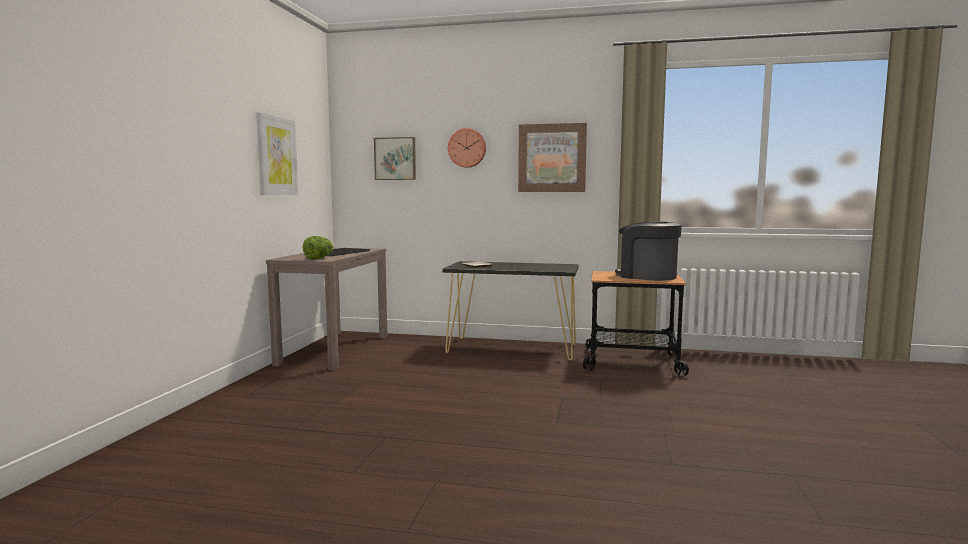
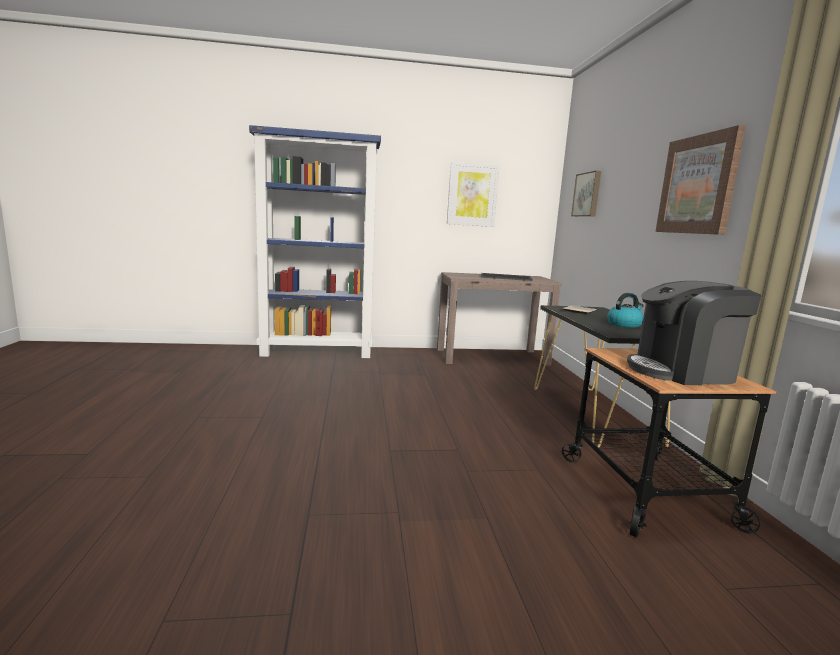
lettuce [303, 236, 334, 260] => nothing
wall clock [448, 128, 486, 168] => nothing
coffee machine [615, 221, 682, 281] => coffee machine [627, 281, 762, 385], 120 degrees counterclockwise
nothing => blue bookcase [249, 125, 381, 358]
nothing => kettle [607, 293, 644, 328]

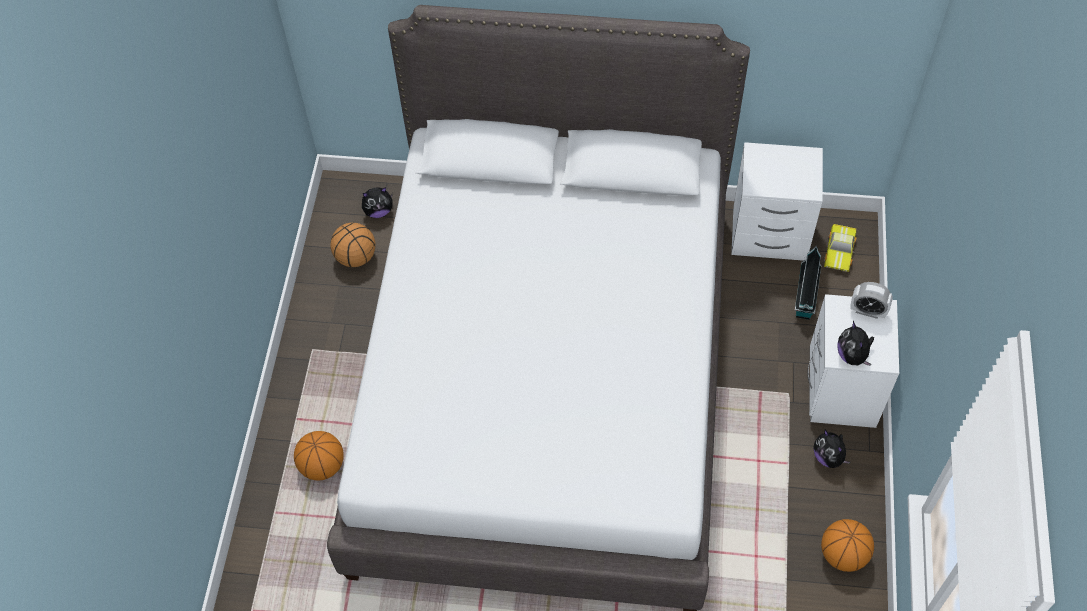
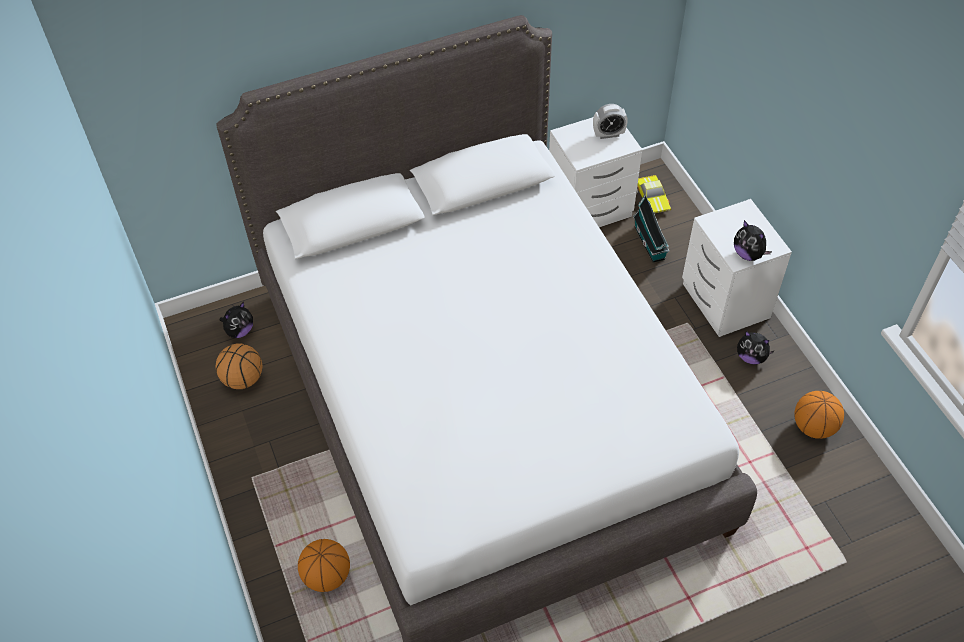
alarm clock [851, 282, 893, 319] => alarm clock [593, 104, 628, 139], shifted

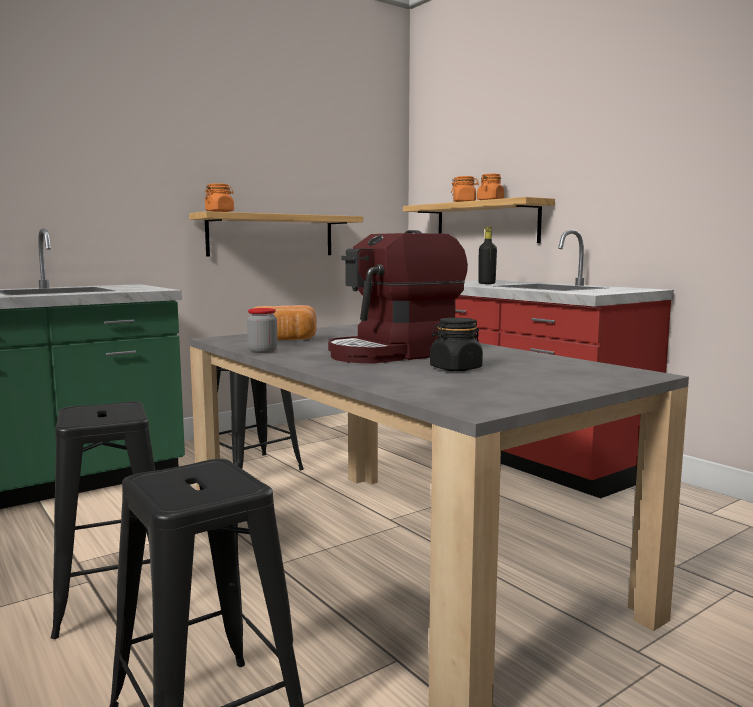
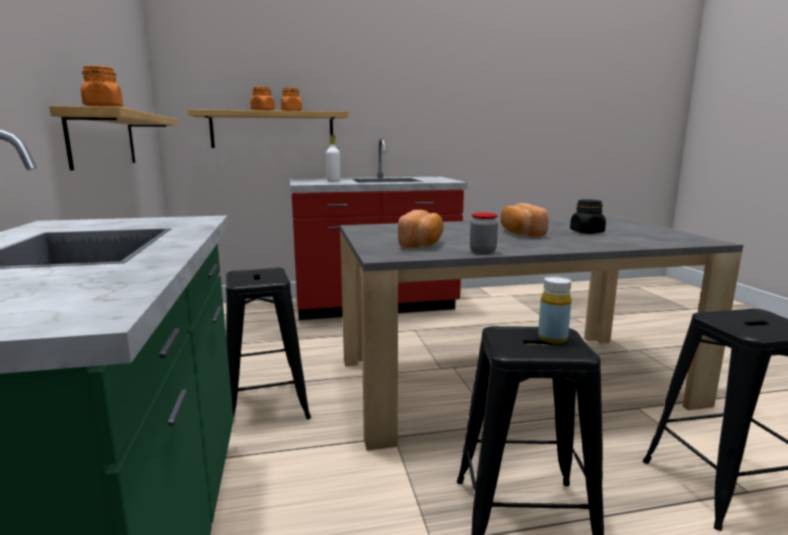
coffee machine [328, 230, 468, 363] => bread [501, 203, 549, 237]
black bottle [478, 227, 497, 284] => white bottle [326, 135, 340, 182]
nothing => yellow bottle [538, 276, 571, 344]

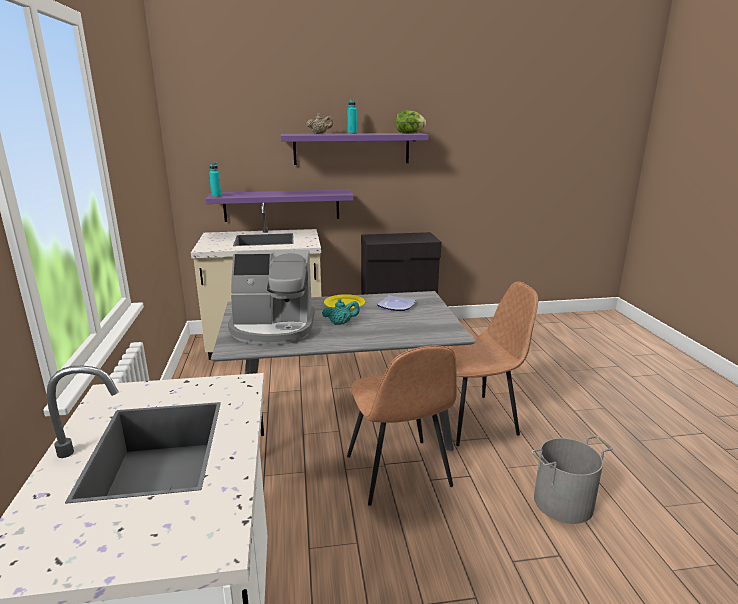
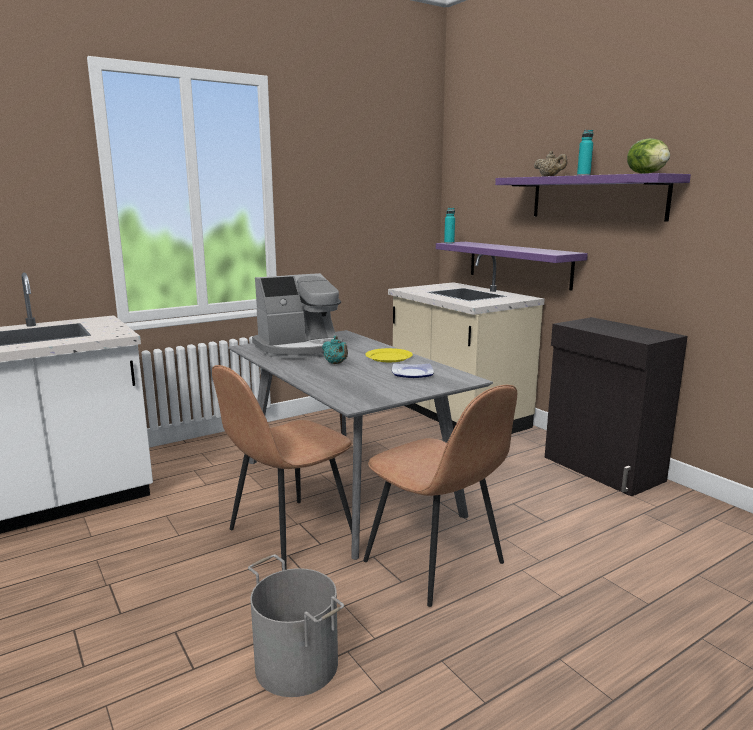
coffee machine [228, 250, 315, 345] => coffee machine [252, 273, 343, 359], 90 degrees counterclockwise

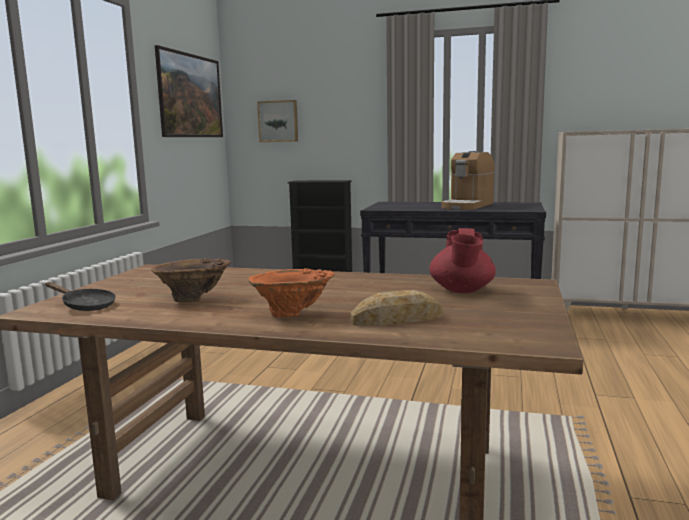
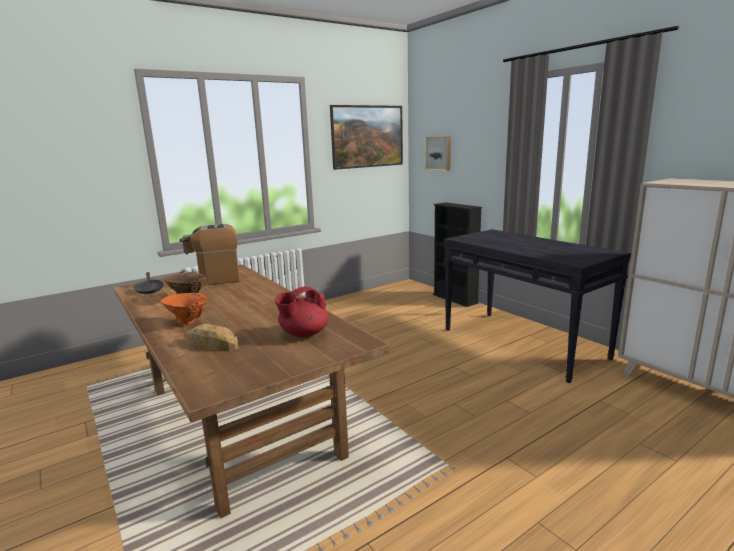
coffee machine [442, 151, 495, 210] => coffee machine [180, 224, 240, 286], shifted

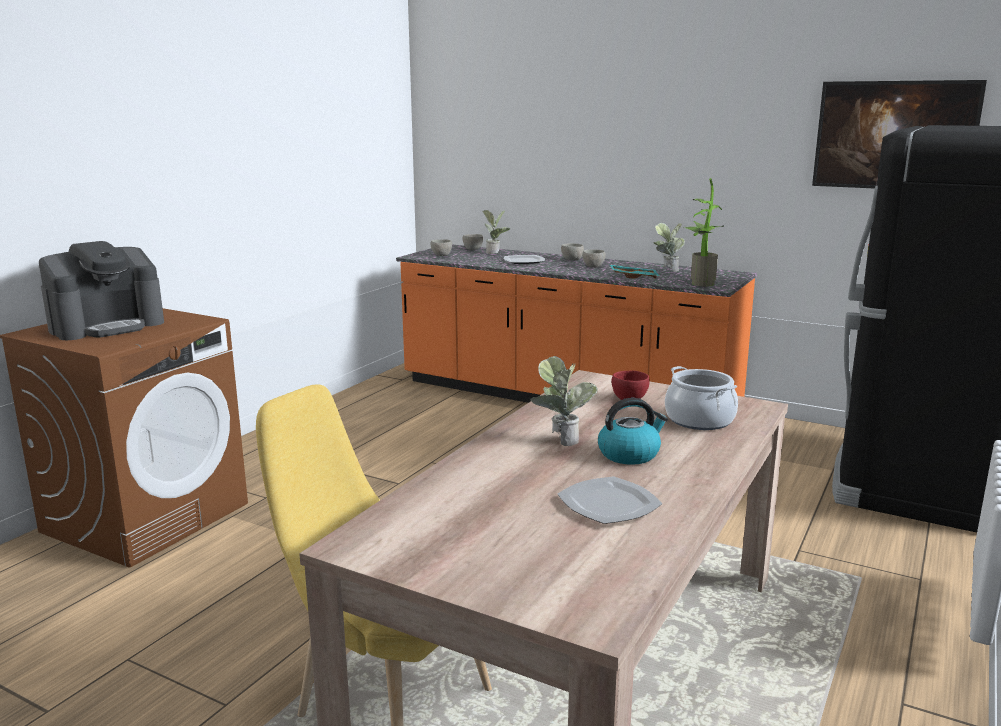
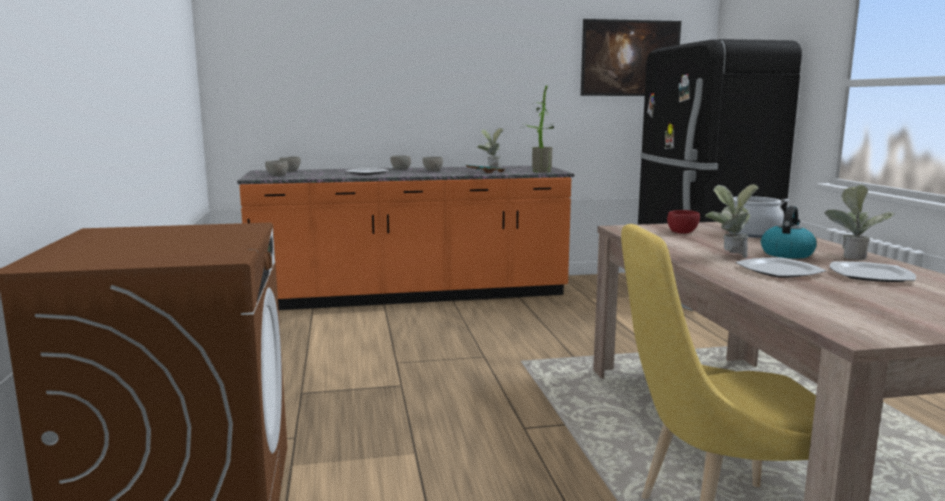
coffee machine [39, 241, 164, 340] => nothing
potted plant [482, 210, 510, 254] => potted plant [824, 184, 894, 260], shifted
nothing => plate [736, 258, 826, 278]

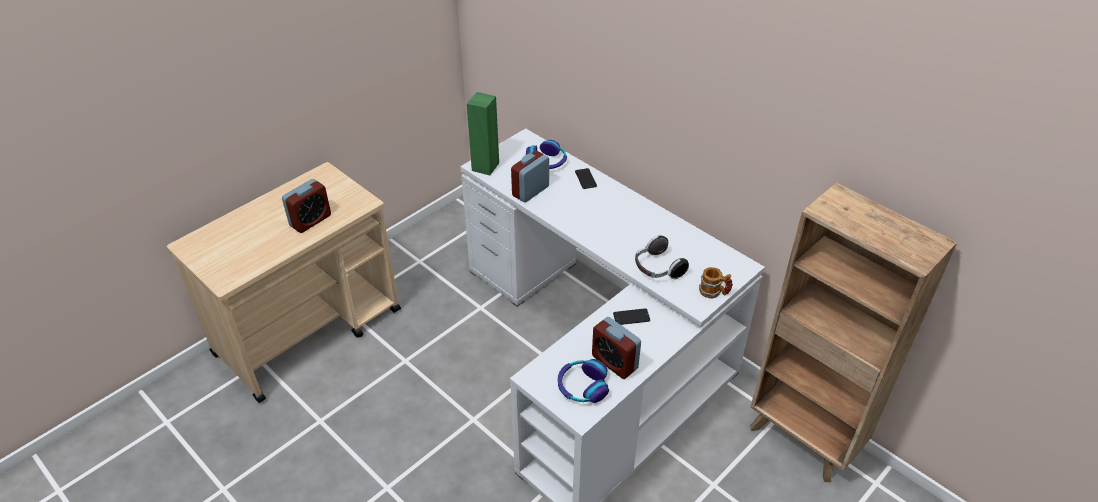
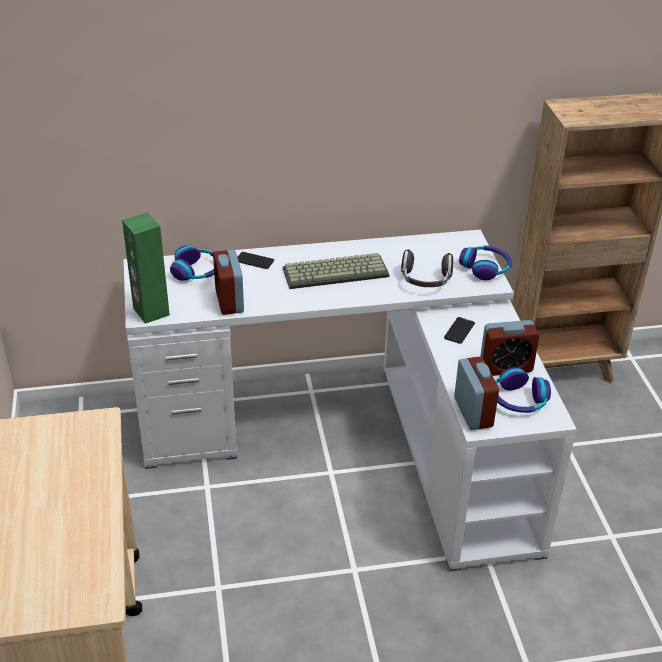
alarm clock [282, 179, 331, 233] => alarm clock [454, 357, 499, 430], shifted
mug [699, 267, 733, 299] => headphones [459, 246, 512, 280]
nothing => keyboard [283, 253, 389, 289]

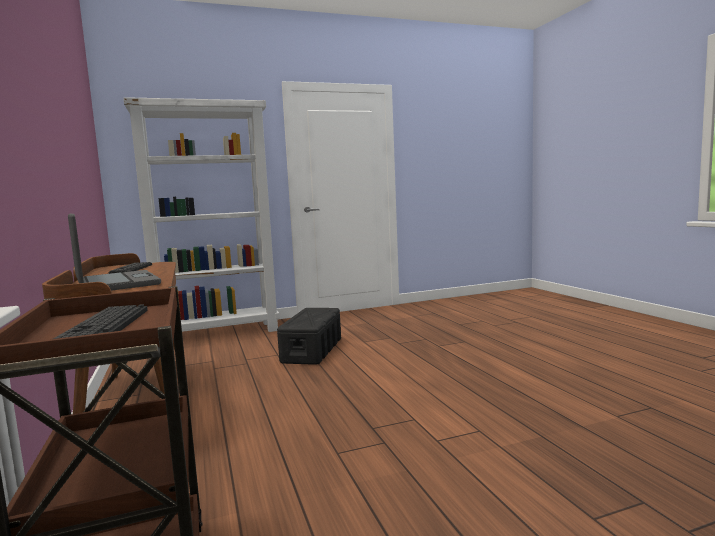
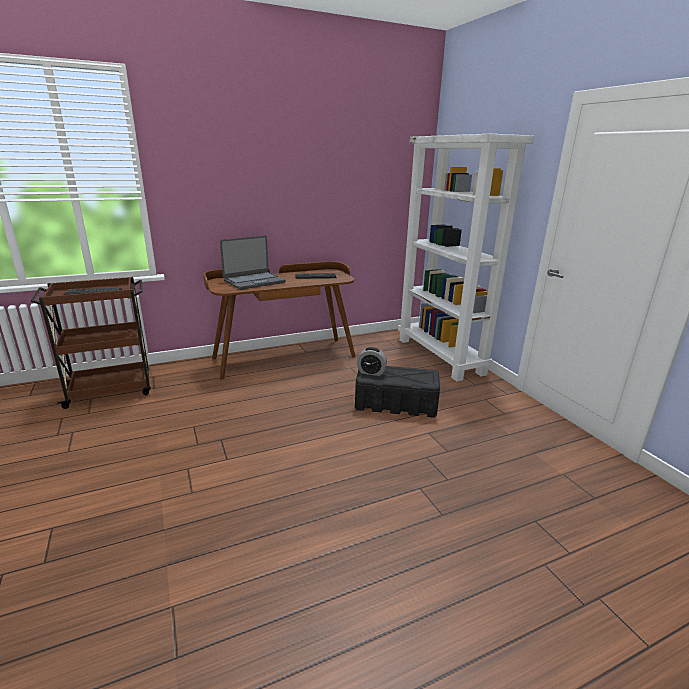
nothing => alarm clock [357, 347, 387, 376]

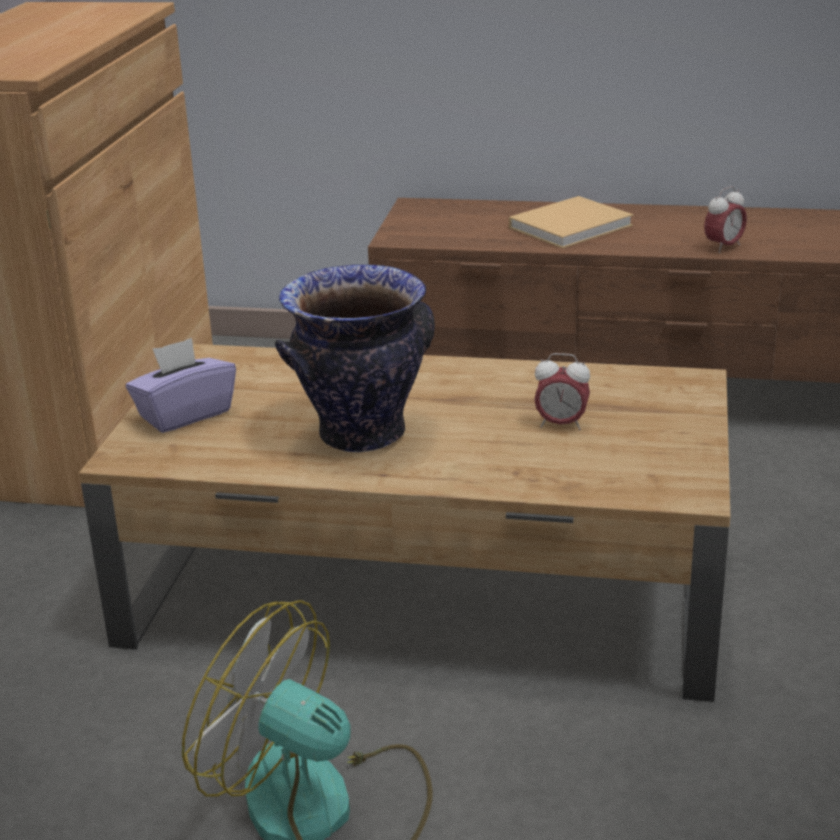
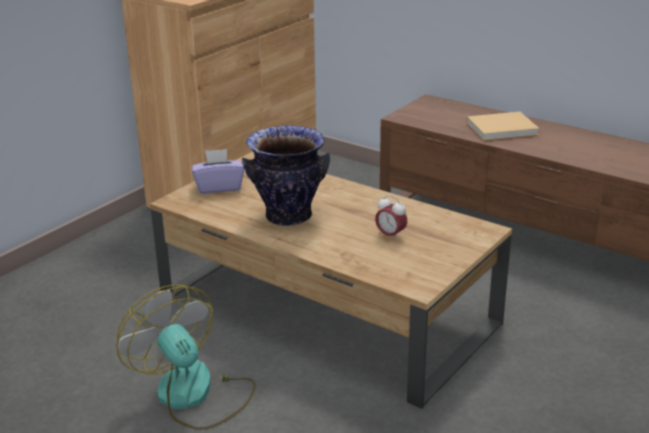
alarm clock [704, 186, 747, 253] => nothing

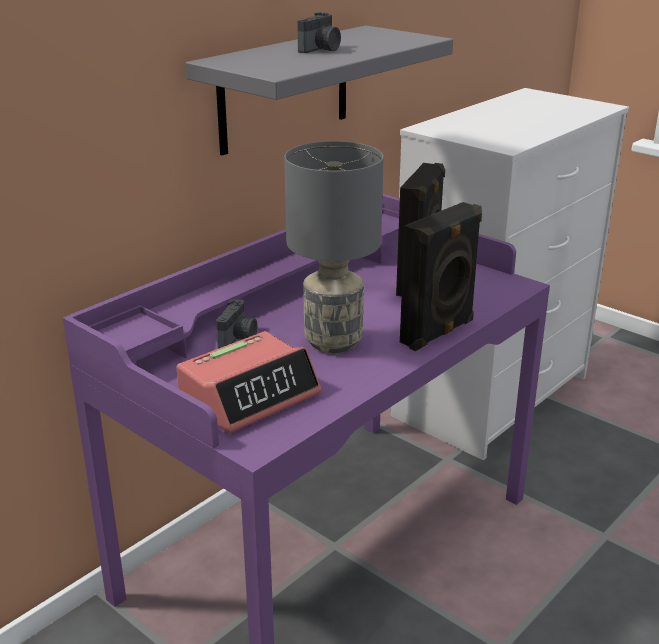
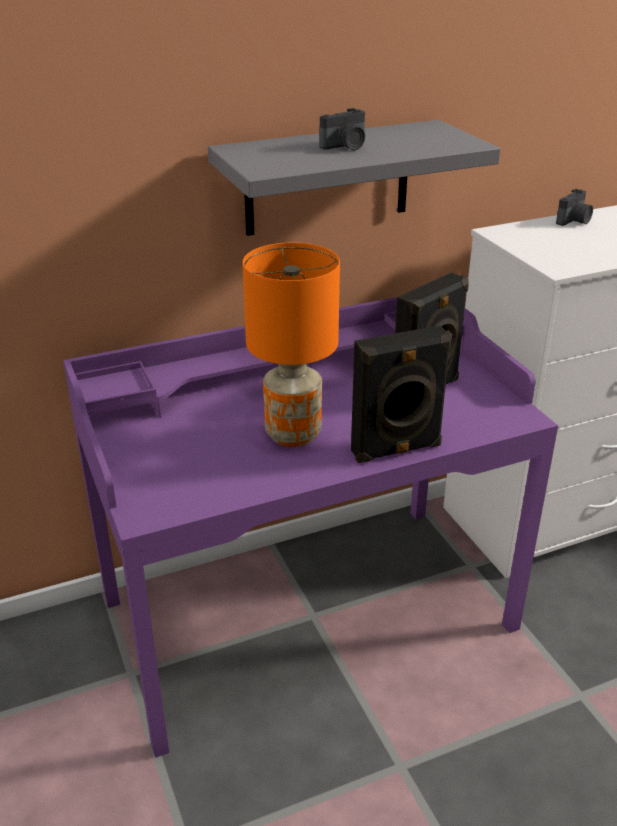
alarm clock [177, 331, 321, 433] => nothing
photo camera [216, 299, 257, 348] => photo camera [556, 189, 593, 226], shifted
grey table lamp [284, 141, 384, 353] => orange table lamp [242, 243, 340, 447]

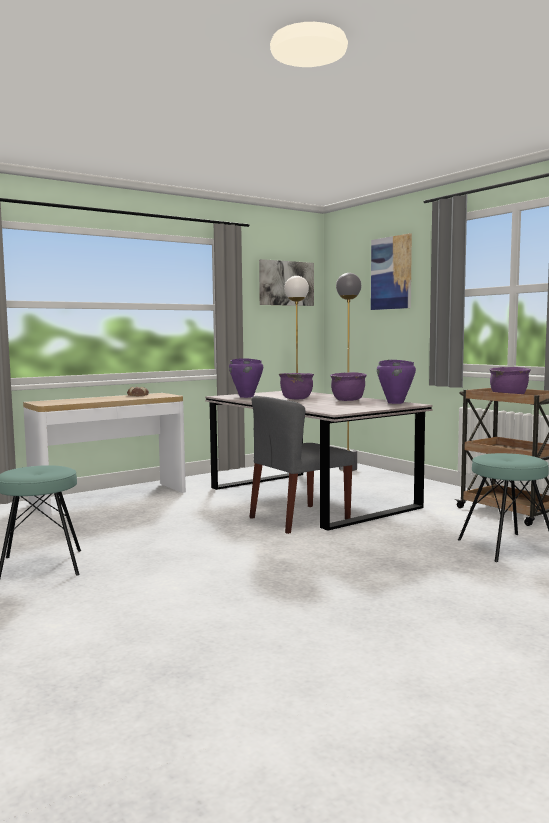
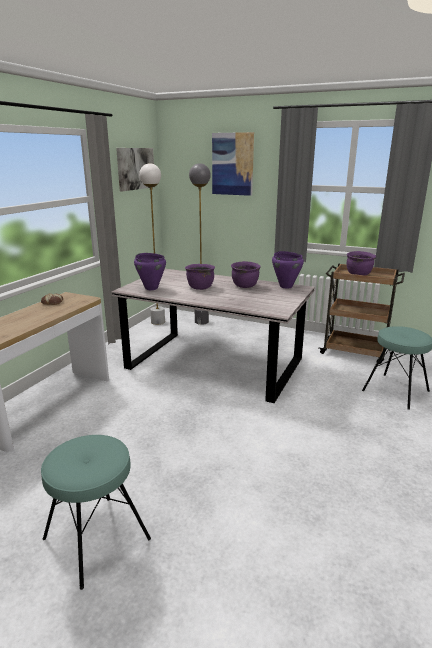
grey chair [249, 396, 355, 534] => nothing

